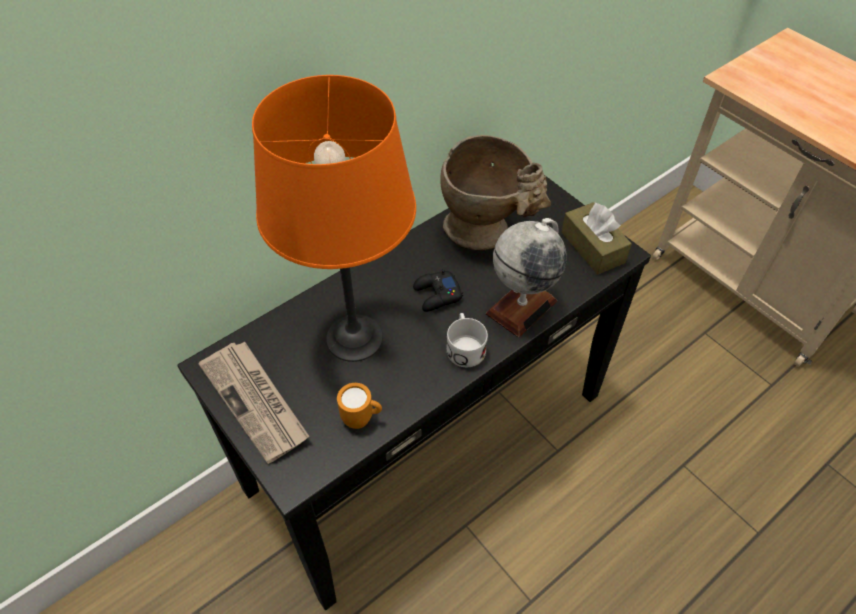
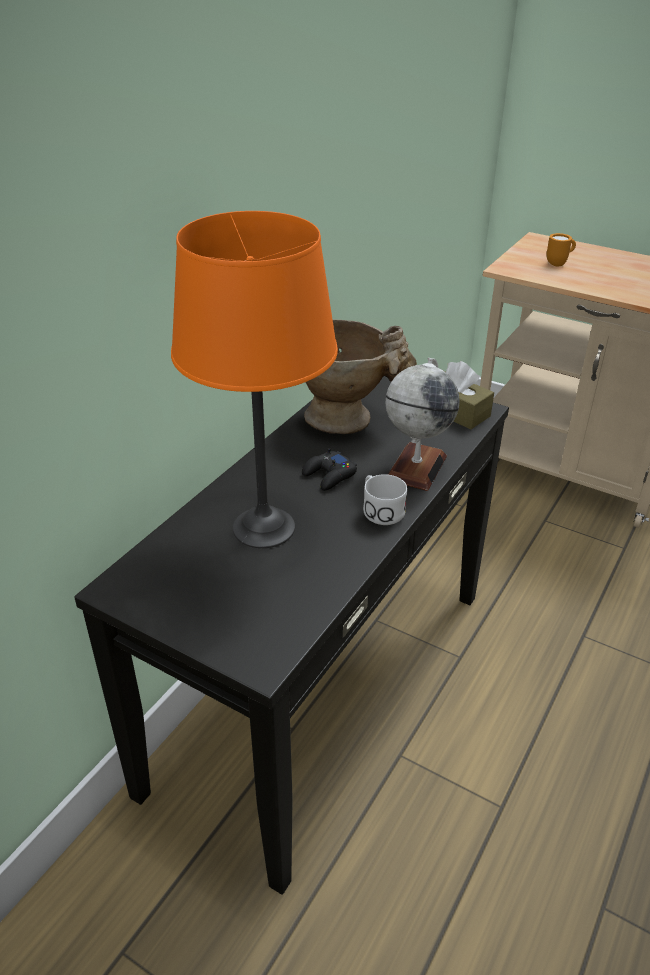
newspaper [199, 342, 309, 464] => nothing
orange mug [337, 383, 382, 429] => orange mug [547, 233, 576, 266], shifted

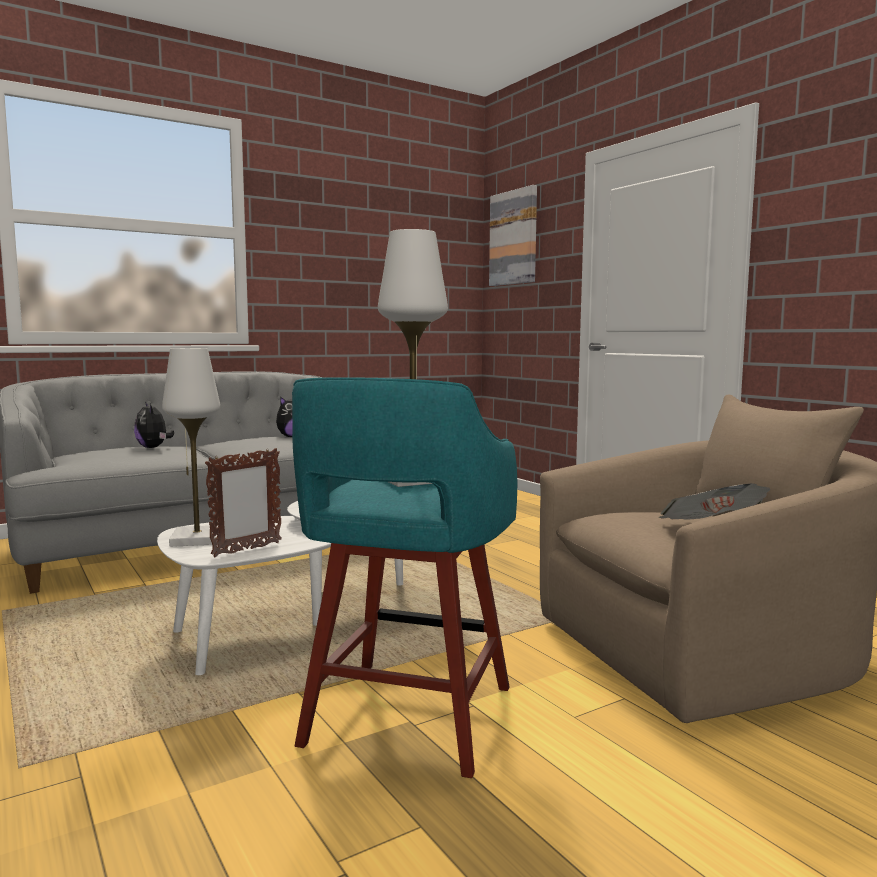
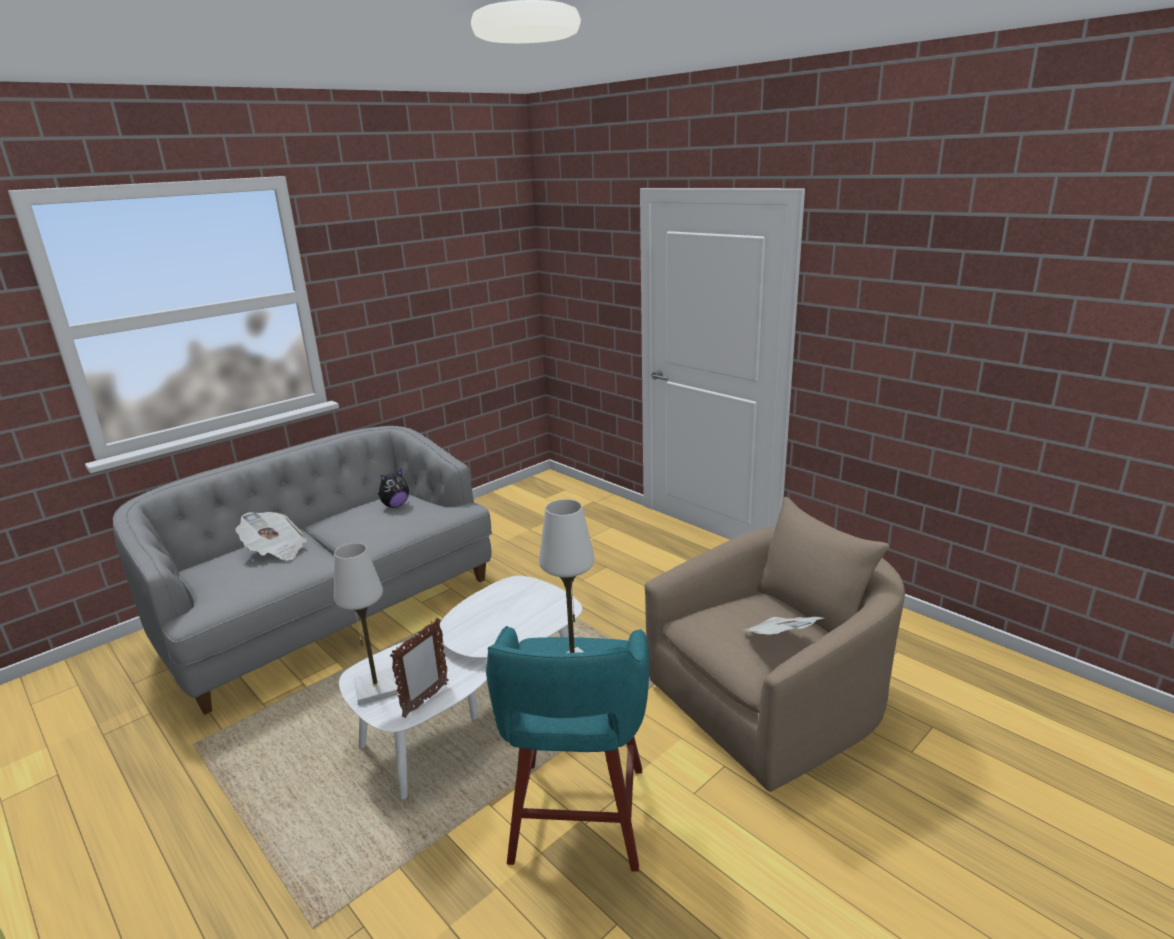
plush toy [134, 402, 174, 448] => newspaper [235, 512, 307, 561]
picture [489, 185, 537, 286] => nothing

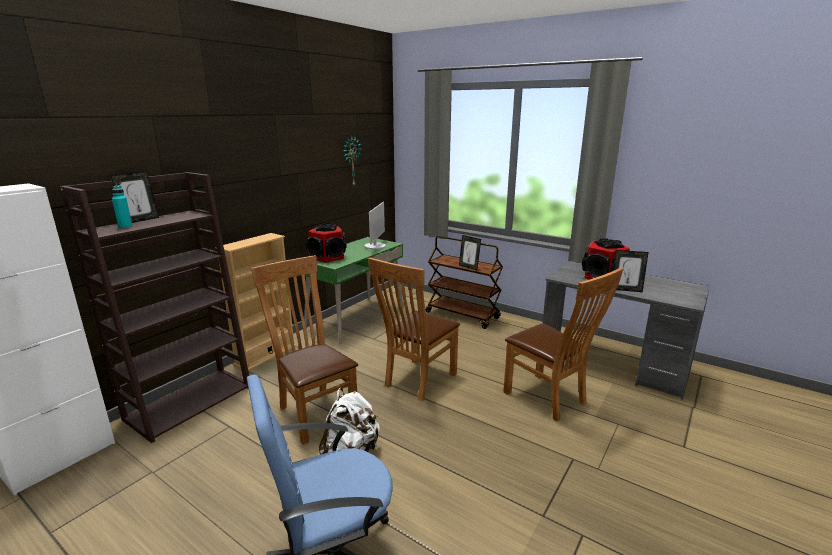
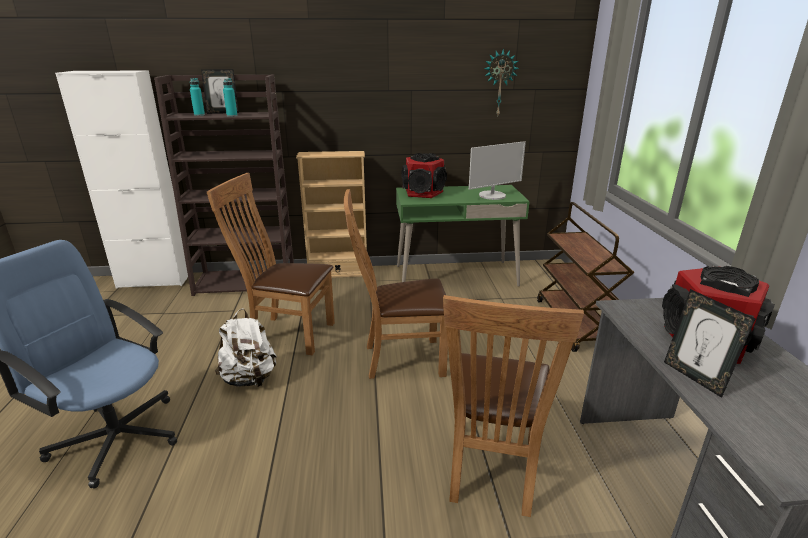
brown chair [251, 255, 358, 445] => brown chair [207, 173, 335, 355], 90 degrees counterclockwise
picture frame [459, 235, 481, 270] => nothing
nothing => turquoise bottle [223, 78, 238, 117]

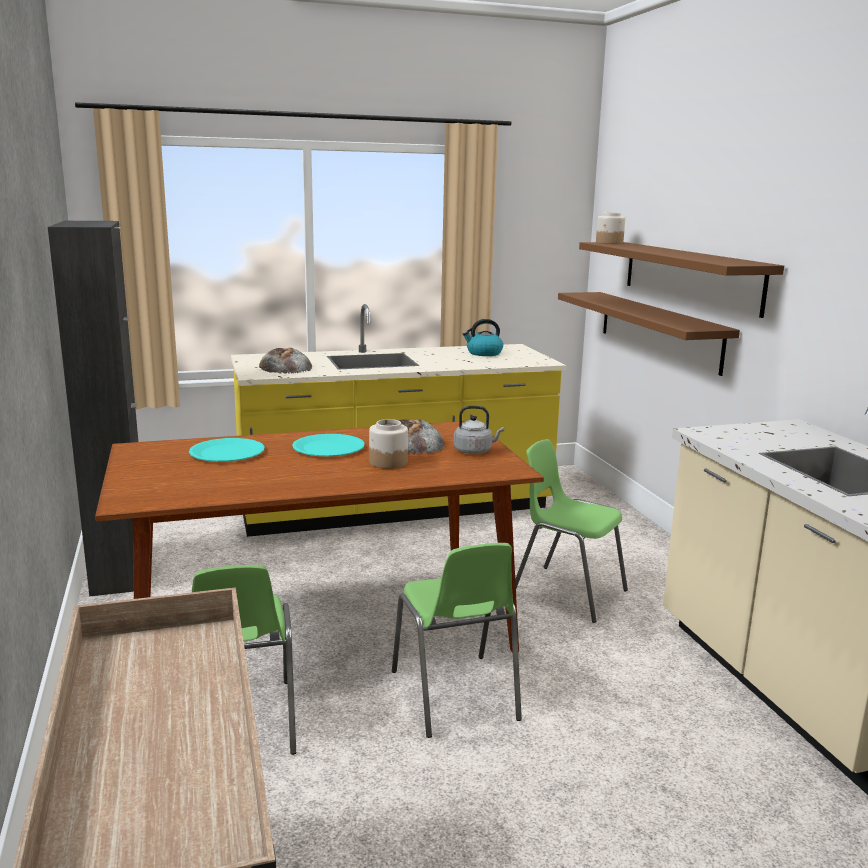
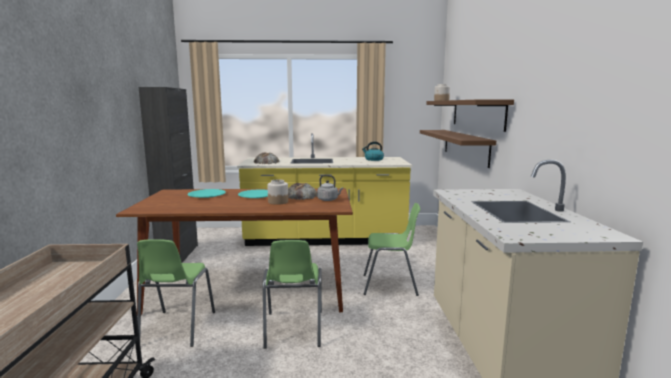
green chair [515, 439, 628, 623] => green chair [364, 203, 420, 296], 135 degrees clockwise

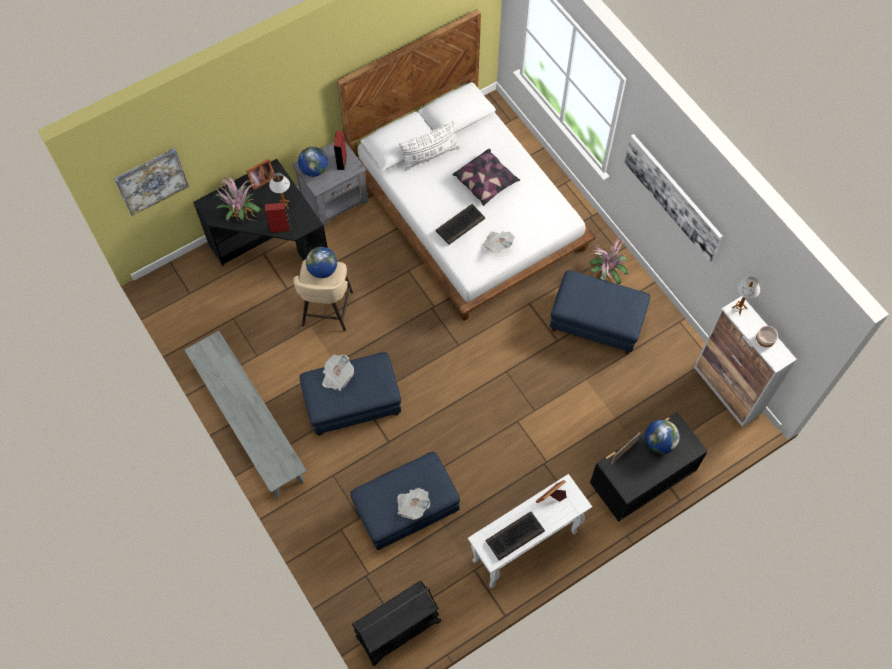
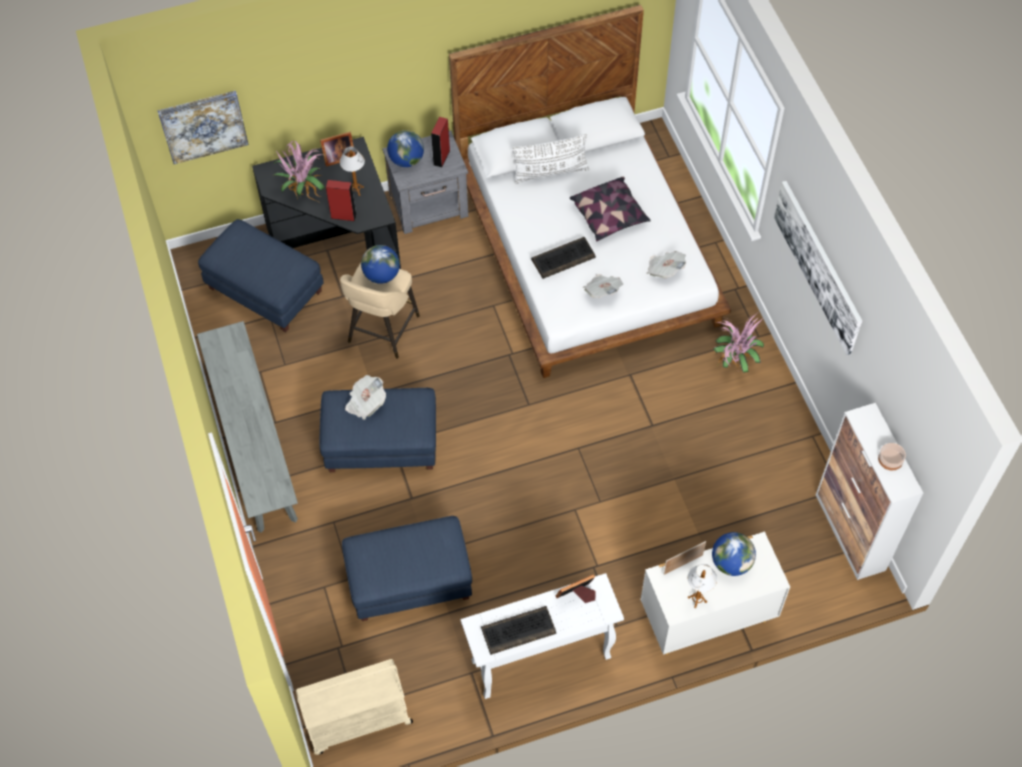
black cart [352, 580, 441, 666] => beige cart [296, 659, 413, 755]
newspaper [397, 488, 430, 520] => newspaper [647, 251, 686, 278], shifted
blue ottoman [550, 270, 650, 354] => blue ottoman [198, 219, 324, 332], shifted
black dresser [590, 412, 708, 522] => white dresser [641, 532, 790, 655]
table lamp [732, 277, 760, 314] => table lamp [688, 564, 717, 608], shifted

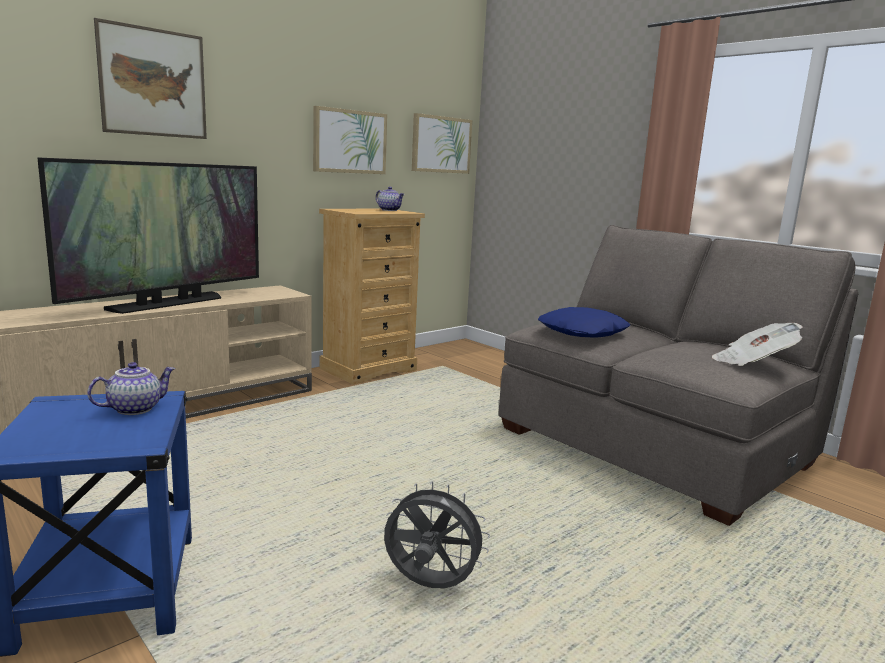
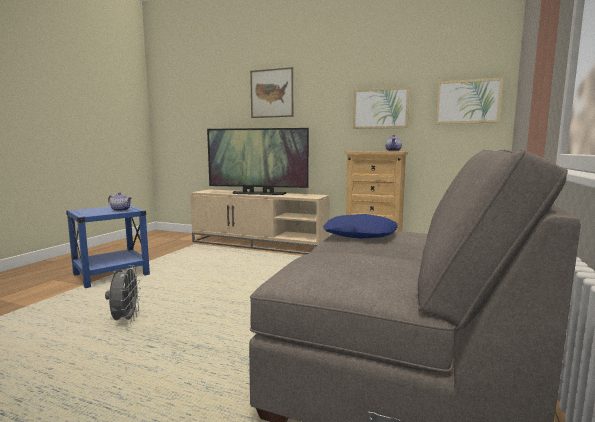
newspaper [712, 323, 803, 366] => nothing

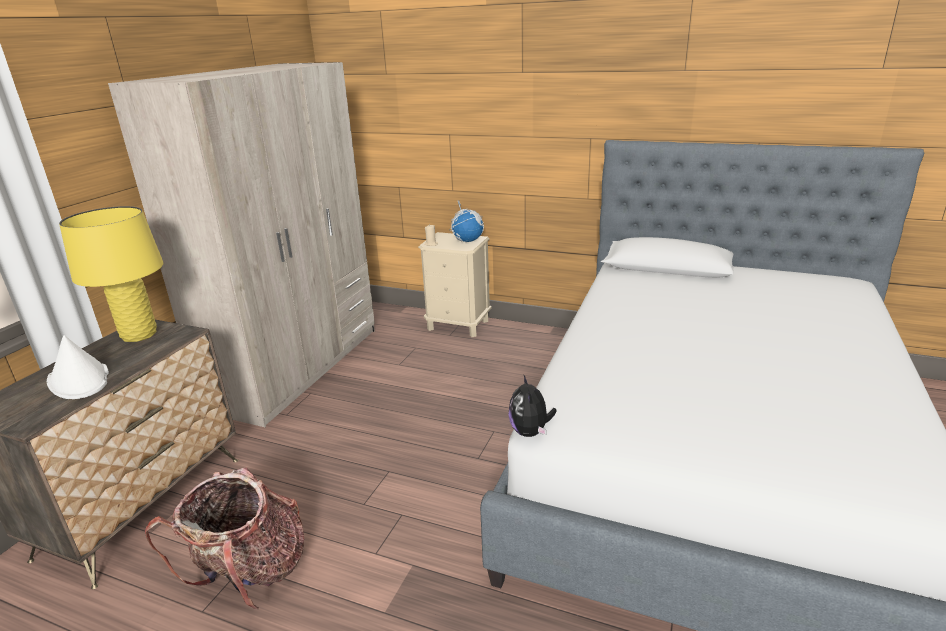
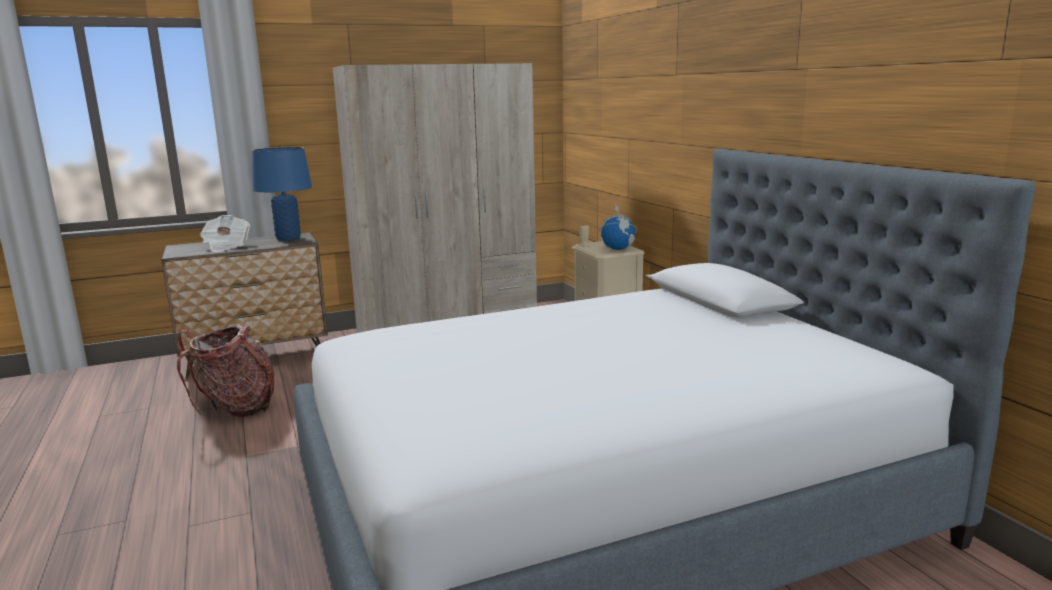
white hat [47, 335, 109, 399] => newspaper [200, 215, 250, 252]
yellow table lamp [59, 206, 163, 342] => blue table lamp [252, 147, 312, 240]
plush toy [509, 375, 556, 437] => nothing

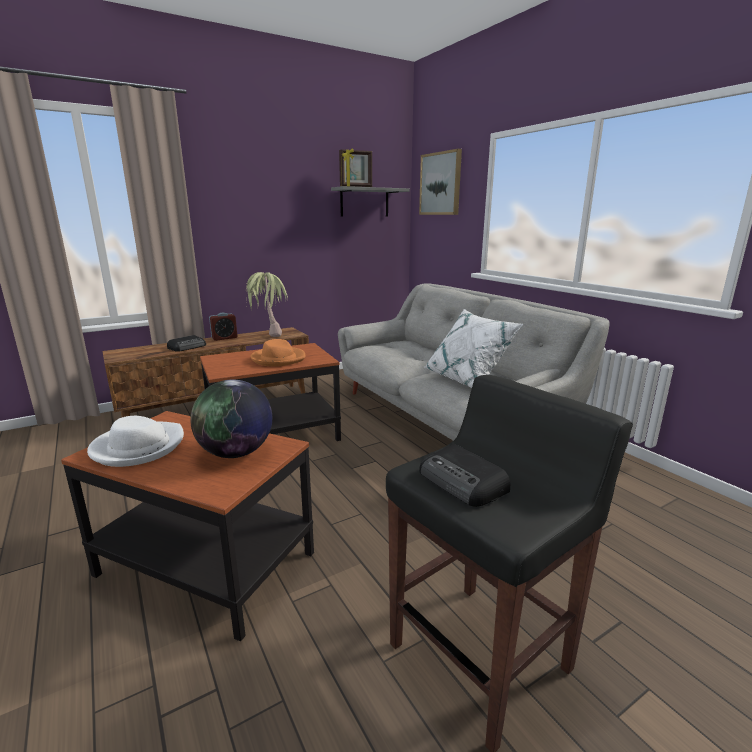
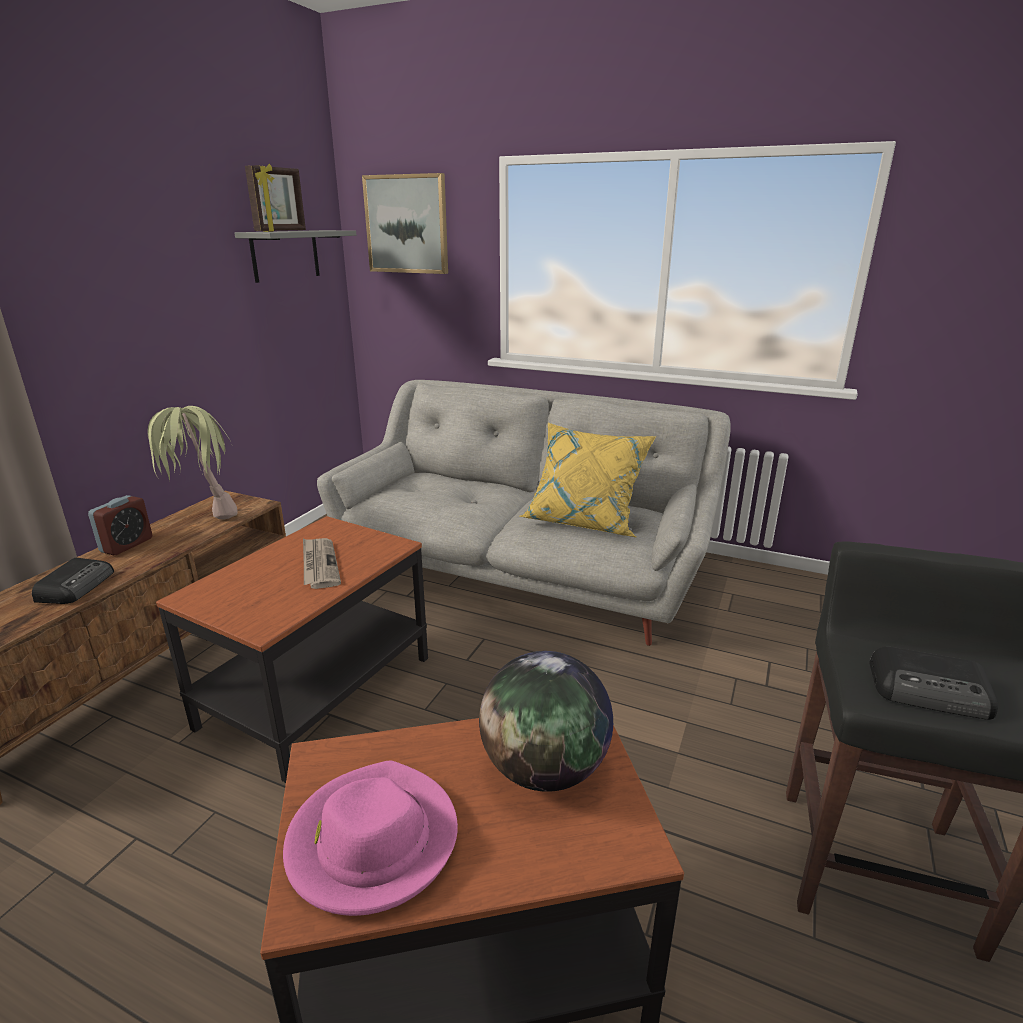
white hat [87, 416, 184, 467] => pink hat [283, 761, 458, 916]
orange hat [250, 339, 305, 366] => newspaper [303, 538, 341, 589]
white pillow [425, 309, 523, 388] => yellow pillow [520, 423, 656, 537]

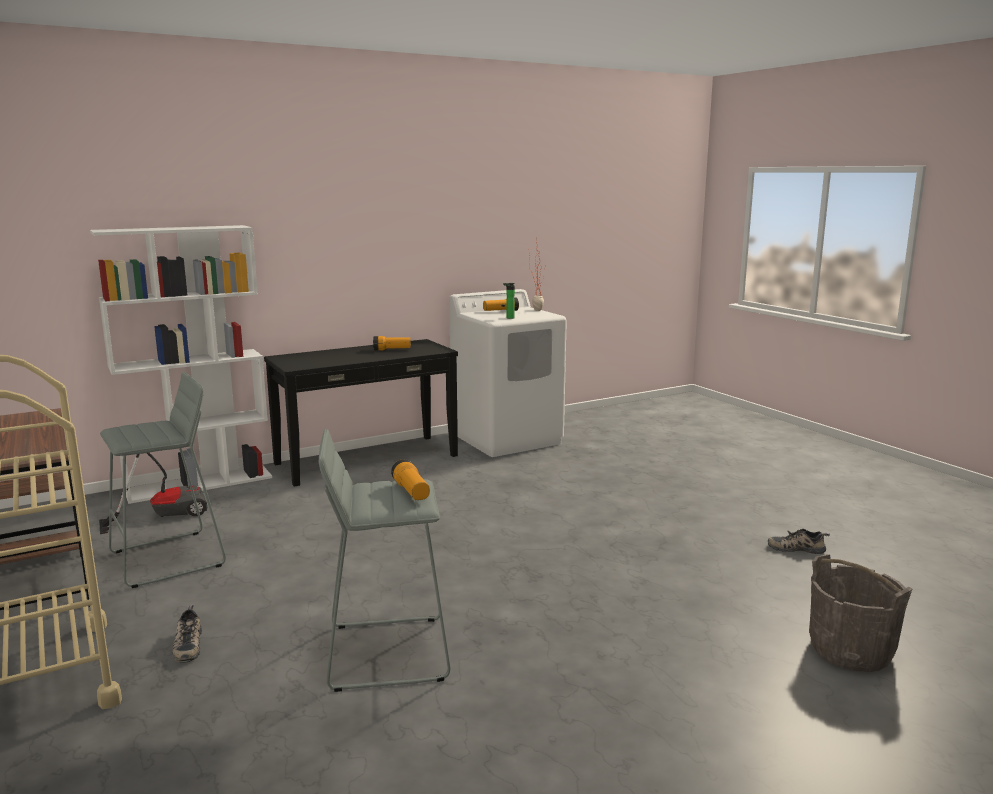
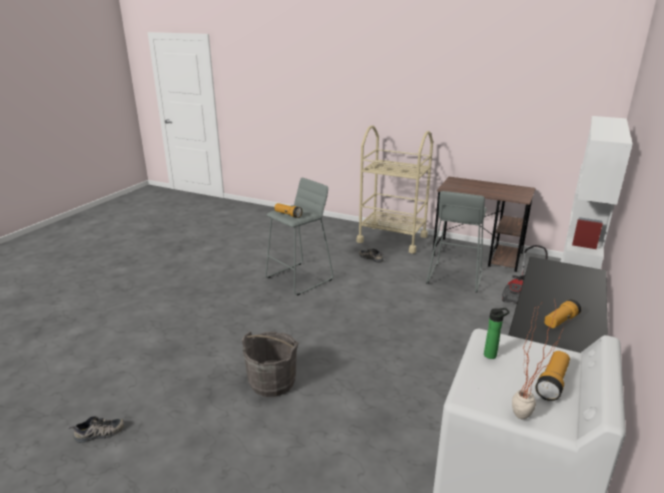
grey bucket [809, 554, 912, 672] => grey bucket [242, 331, 299, 397], shifted

